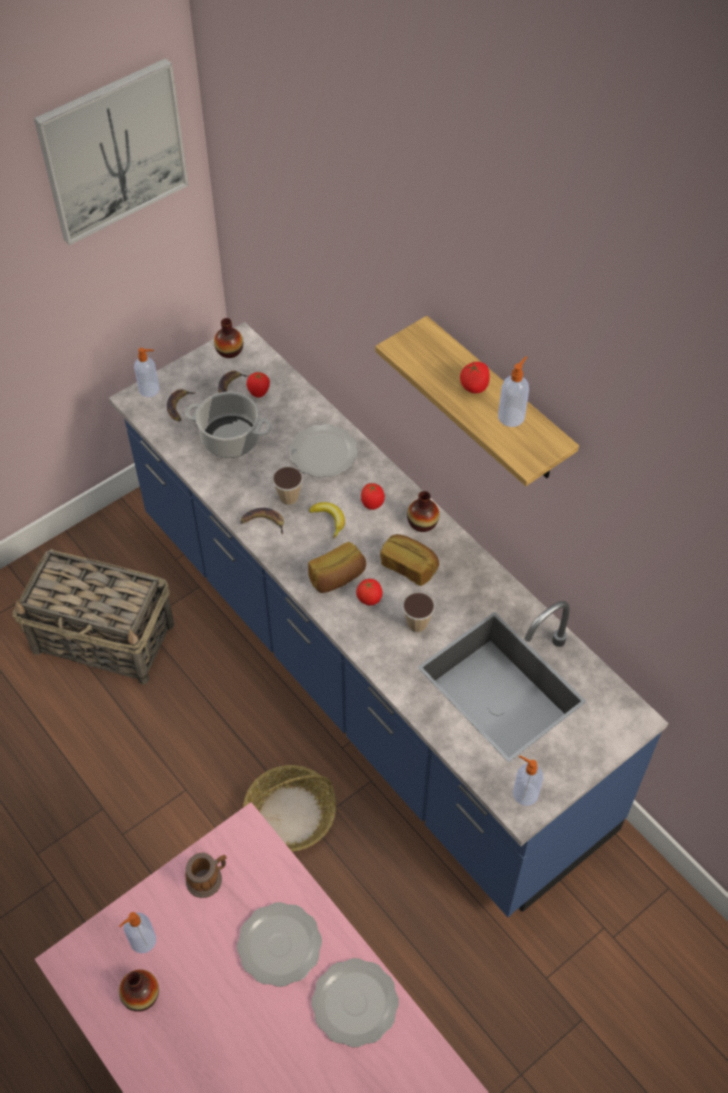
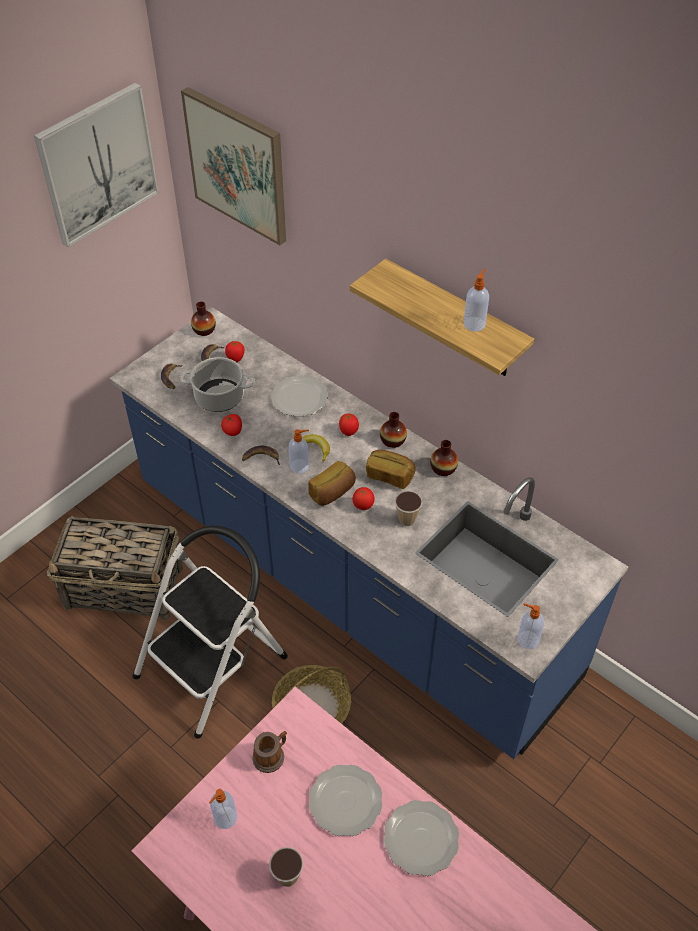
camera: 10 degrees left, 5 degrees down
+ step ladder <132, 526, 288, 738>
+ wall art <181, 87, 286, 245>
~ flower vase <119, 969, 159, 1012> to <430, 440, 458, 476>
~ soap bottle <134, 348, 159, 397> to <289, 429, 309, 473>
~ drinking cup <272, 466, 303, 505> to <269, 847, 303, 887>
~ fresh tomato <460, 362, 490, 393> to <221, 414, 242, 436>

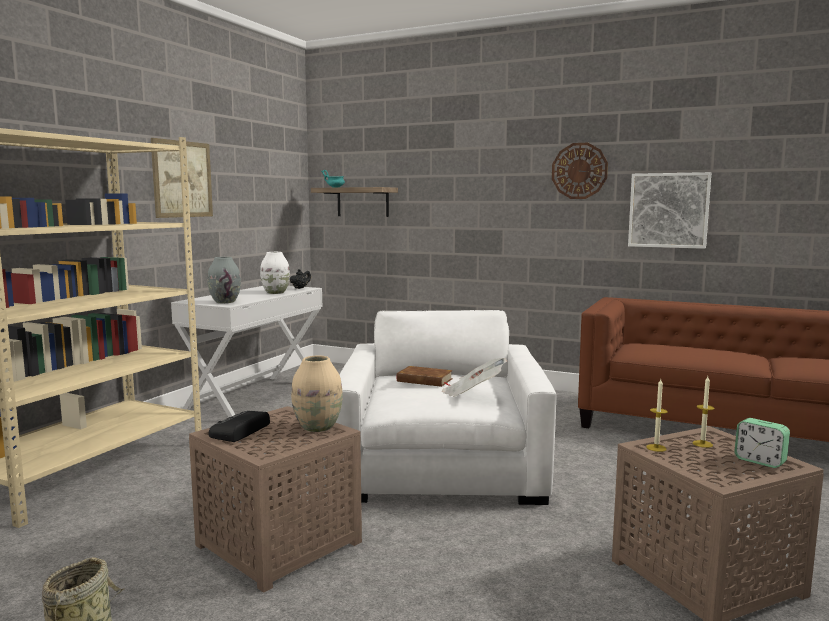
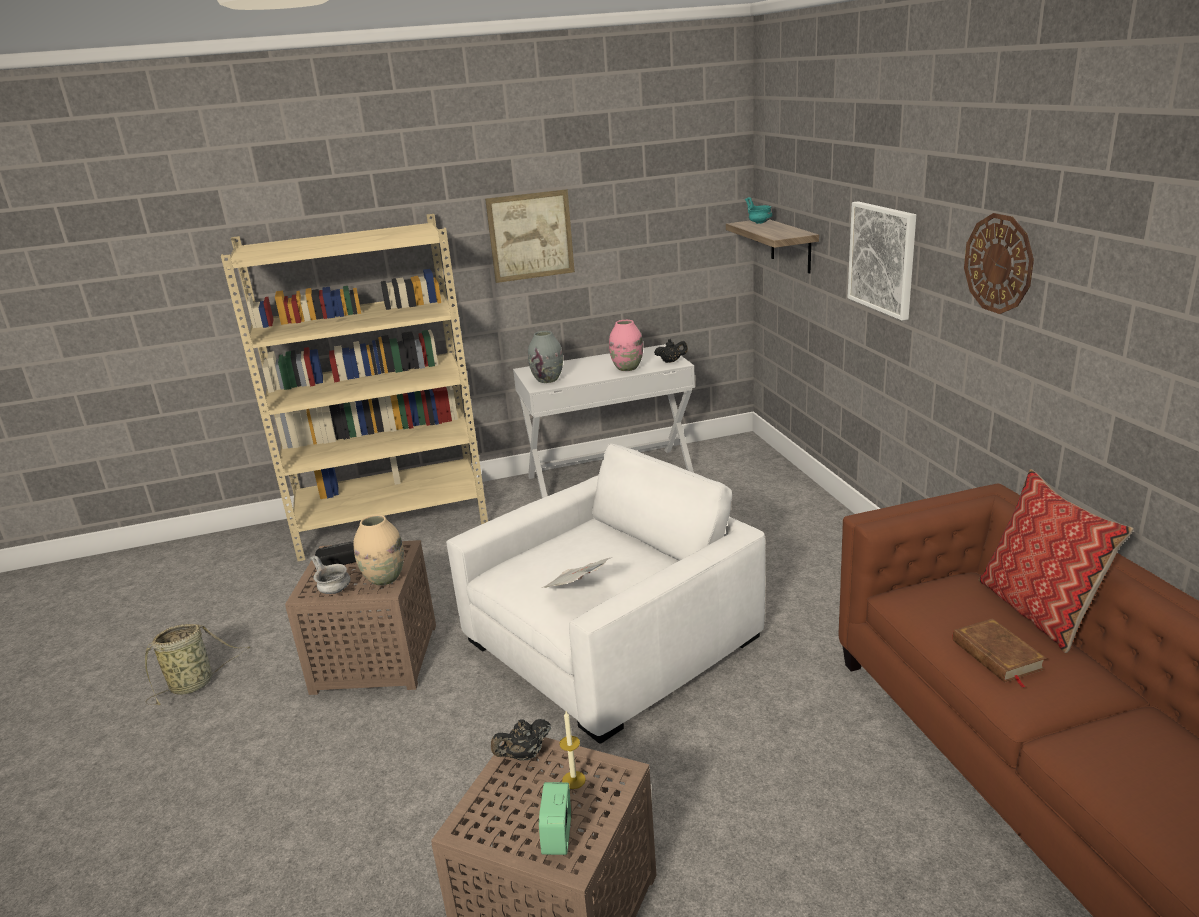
camera: 50 degrees right, 15 degrees up
+ bowl/grey <310, 556, 351, 594>
+ cushion <978, 469, 1134, 653>
~ volume/brown-coloured <397, 366, 453, 387> to <952, 618, 1047, 688>
~ wall art <628, 172, 711, 249> to <848, 201, 916, 320>
~ wax candle <646, 379, 667, 452> to teapot/black-coloured <491, 719, 551, 761>
~ flower vase/white-coloured <260, 252, 290, 294> to flower vase/pink-coloured <609, 320, 643, 371>

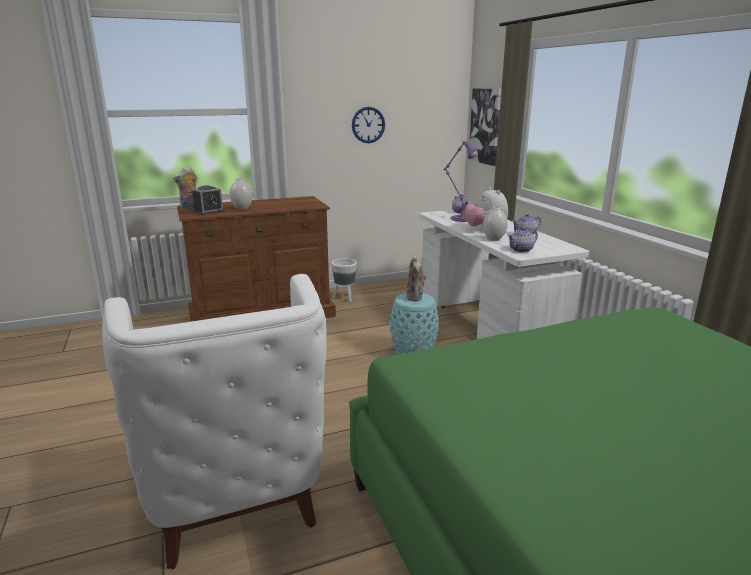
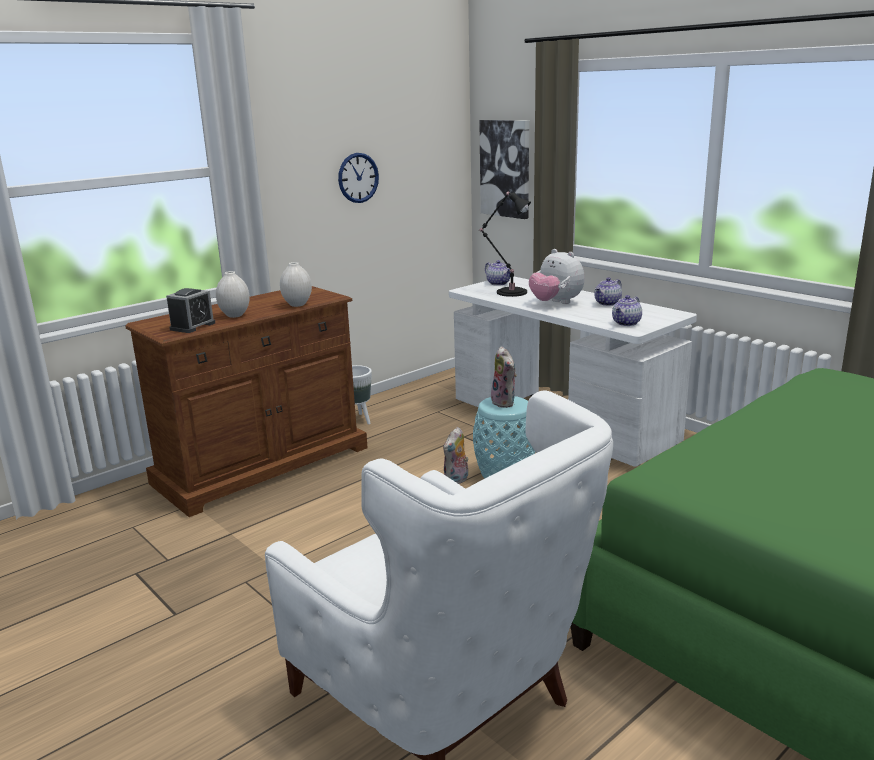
camera: 20 degrees left, 0 degrees up
~ cuddly toy <173, 167, 197, 210> to <443, 427, 469, 485>
~ flower vase/white-coloured <483, 207, 508, 241> to <280, 262, 312, 307>
~ lamp for a table/purple-coloured <444, 140, 480, 222> to lamp for a table/black-coloured <479, 192, 531, 297>

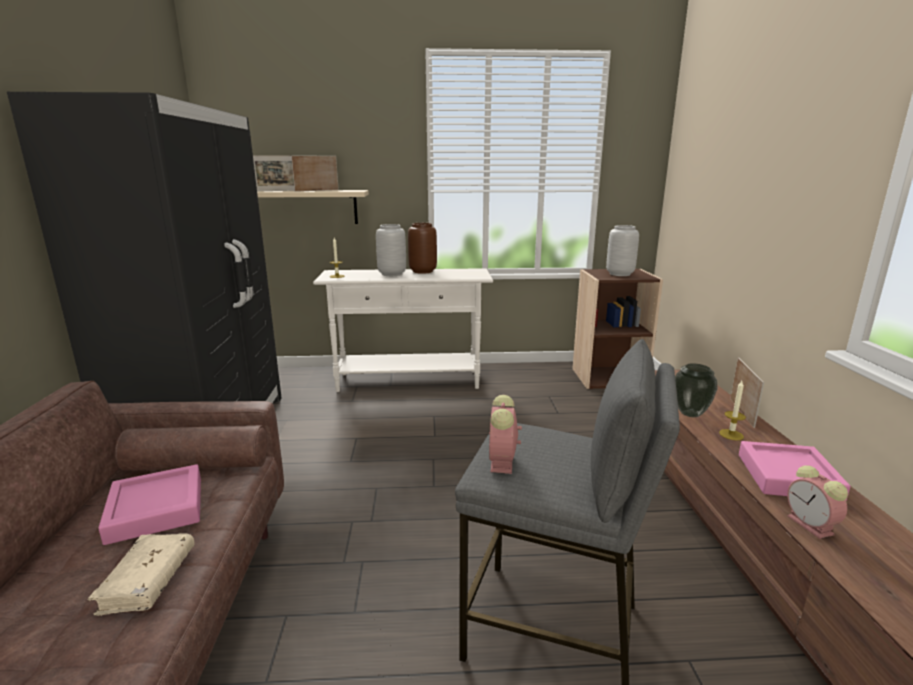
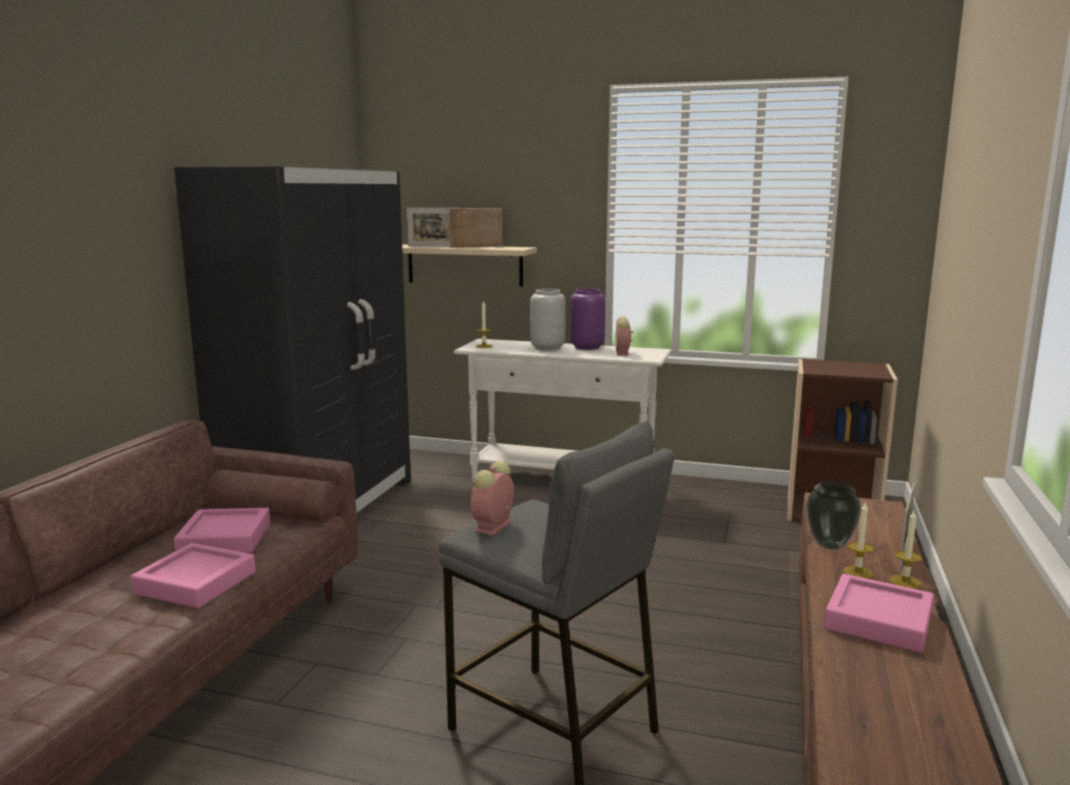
camera: 20 degrees right, 5 degrees down
- flower vase/grey <606, 225, 639, 276>
+ wax candle <890, 511, 922, 589>
~ table clock <787, 465, 848, 539> to <615, 316, 633, 356>
~ volume/beige <88, 533, 194, 616> to tray/pink-coloured <131, 543, 256, 608>
~ flower vase/brown-coloured <408, 223, 437, 274> to flower vase/purple-coloured <570, 288, 606, 350>

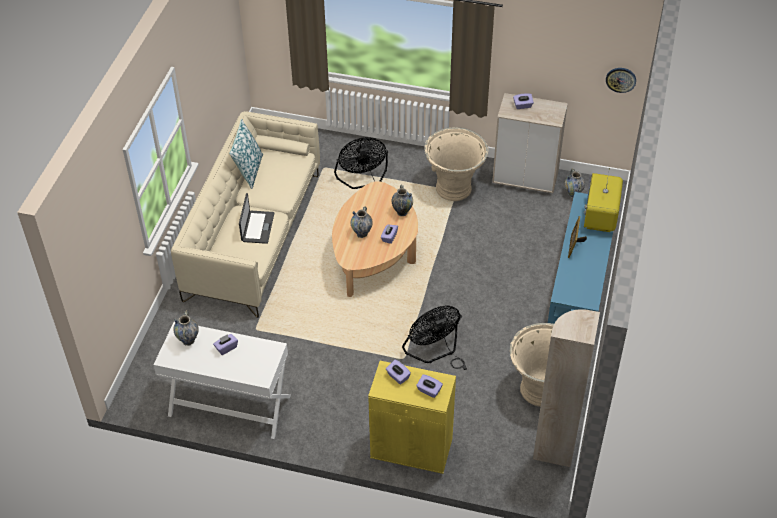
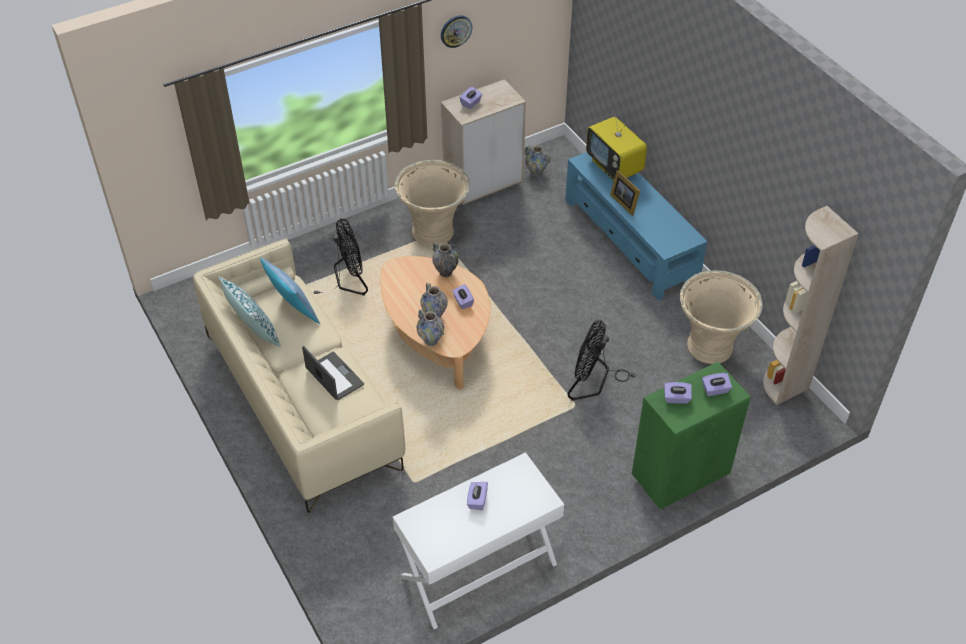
camera: 45 degrees left, 0 degrees up
+ cushion <260, 258, 320, 324>
~ flower vase <173, 310, 199, 346> to <417, 309, 444, 346>
~ hanging clock <606, 68, 636, 93> to <441, 15, 472, 48>
~ cabinet/yellowish <368, 361, 456, 474> to cabinet/greenish <632, 362, 751, 510>
~ fan/black-coloured <334, 137, 388, 189> = <314, 218, 368, 296> 135 degrees clockwise

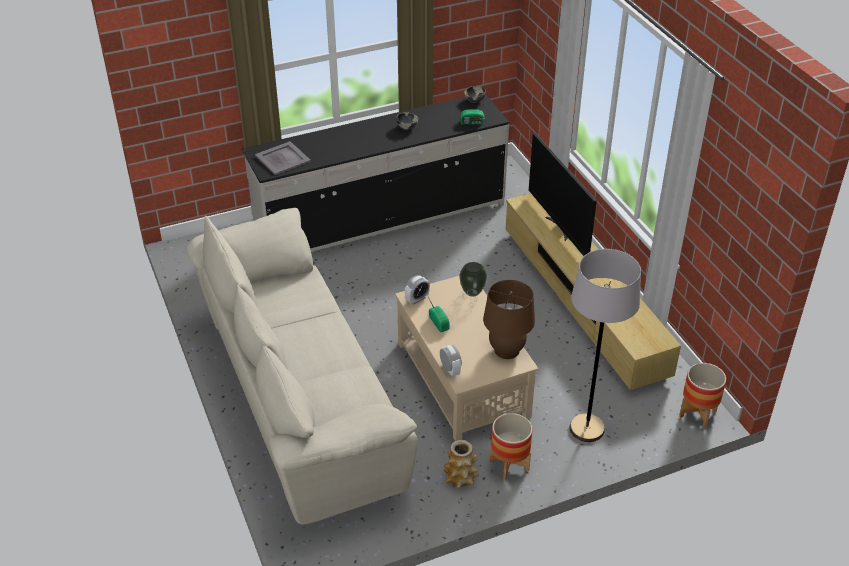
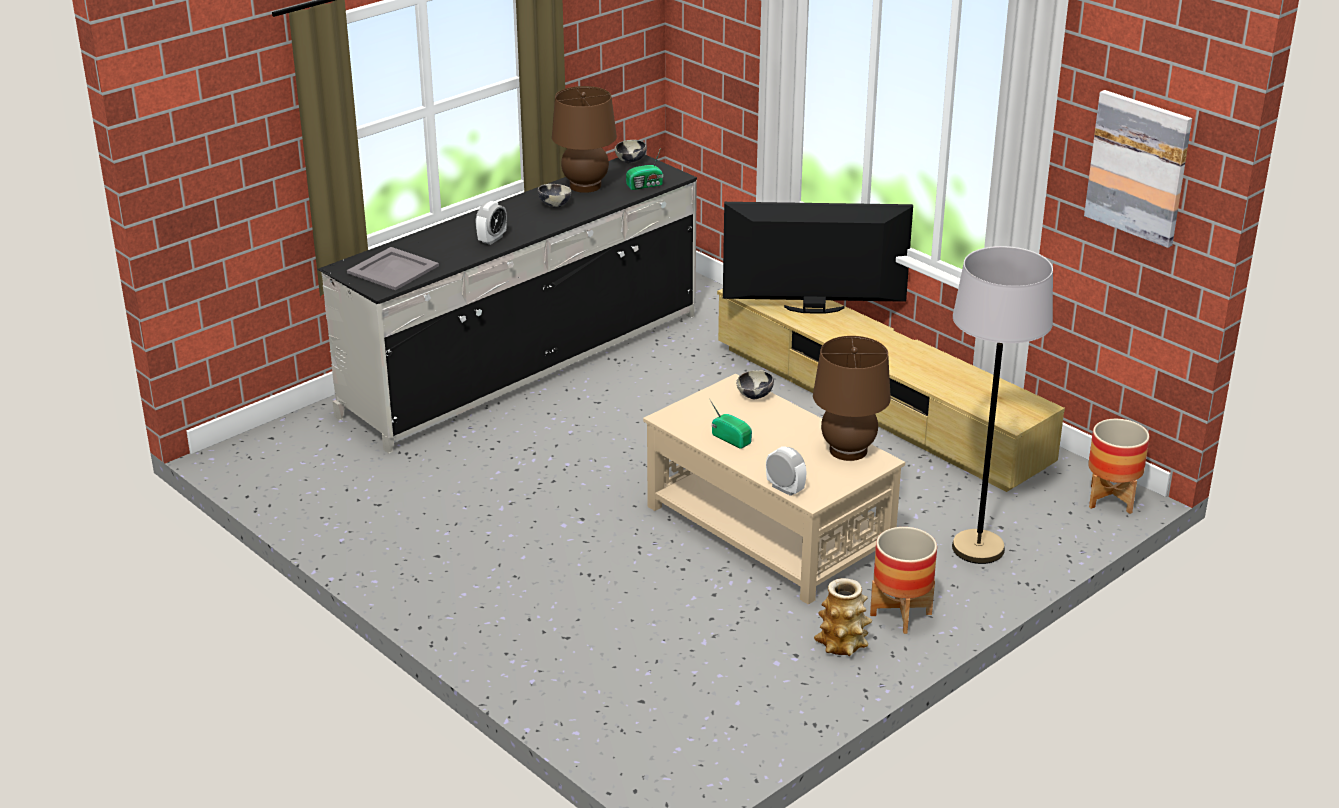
camera: 20 degrees left, 10 degrees down
- settee/beige <187, 208, 418, 525>
+ lamp for a table/brown-coloured <552, 86, 617, 193>
+ wall art <1084, 90, 1192, 248>
~ table clock <405, 275, 430, 304> to <476, 201, 507, 245>
~ flower vase <459, 262, 487, 297> to bowl <736, 370, 774, 399>
~ TV set <529, 133, 597, 256> = <723, 202, 913, 314> 135 degrees clockwise

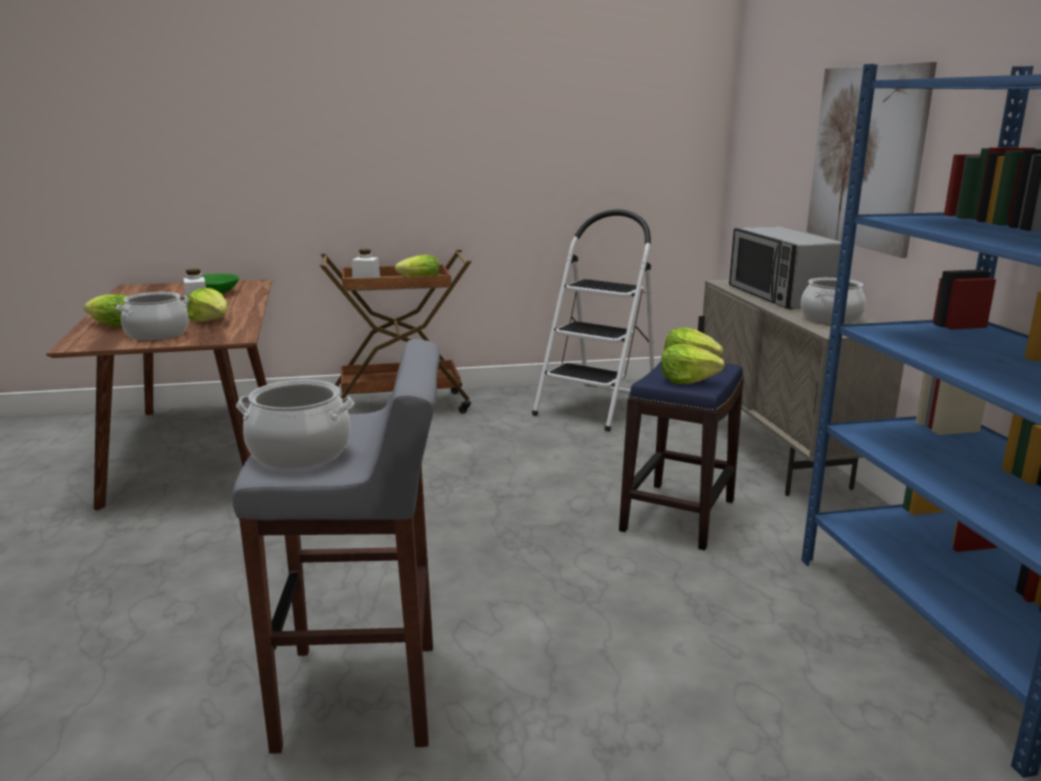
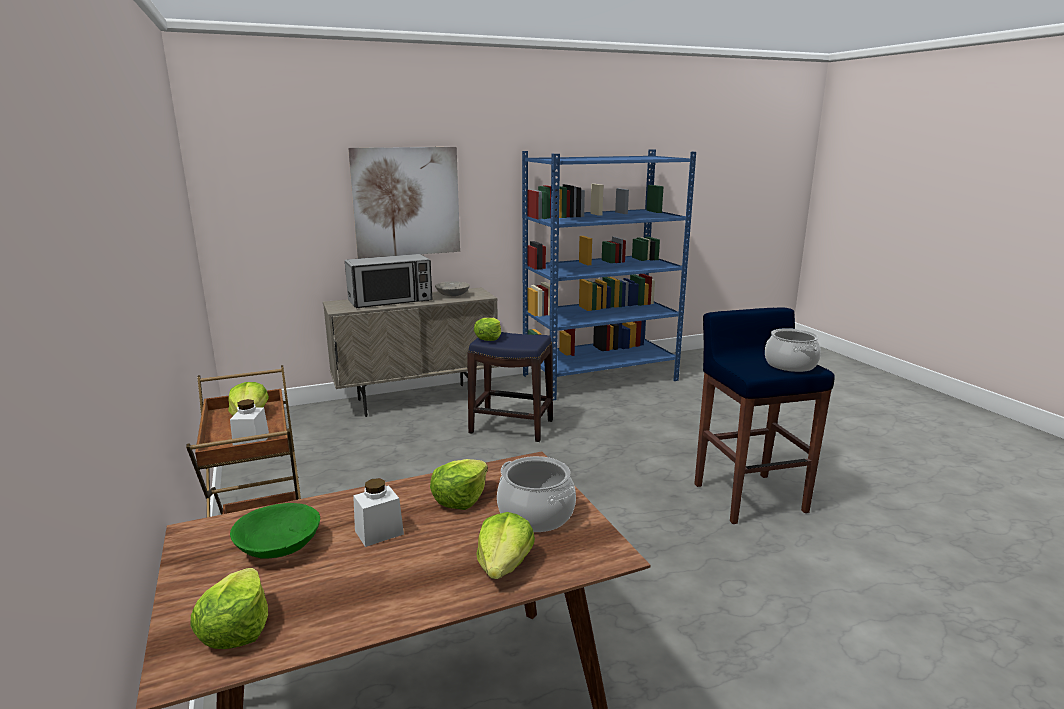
camera: 100 degrees left, 0 degrees up
- step ladder <532, 209, 654, 431>
~ lettuce head <661, 344, 725, 384> to <191, 568, 268, 649>
~ saucepot <801, 278, 866, 325> to bowl/grey <435, 281, 470, 296>
~ sitting stool/grey <232, 339, 440, 754> to sitting stool/blue-coloured <694, 307, 835, 524>

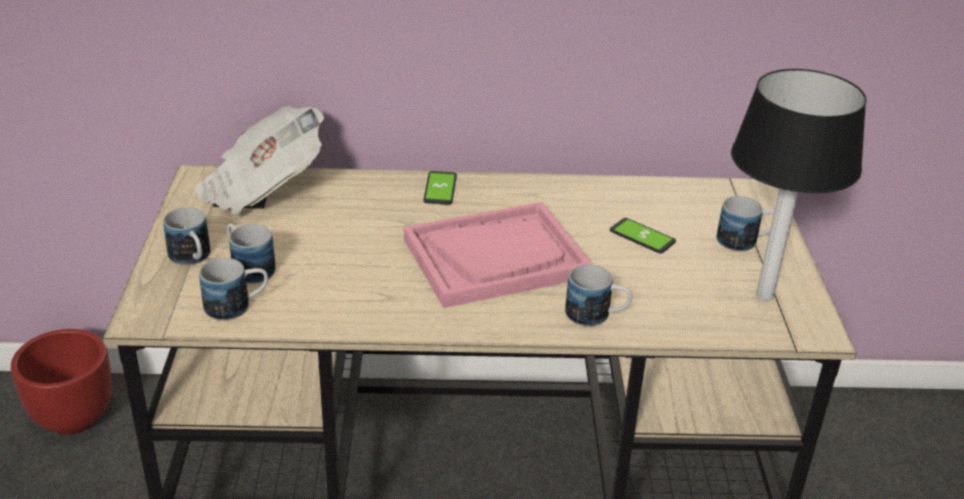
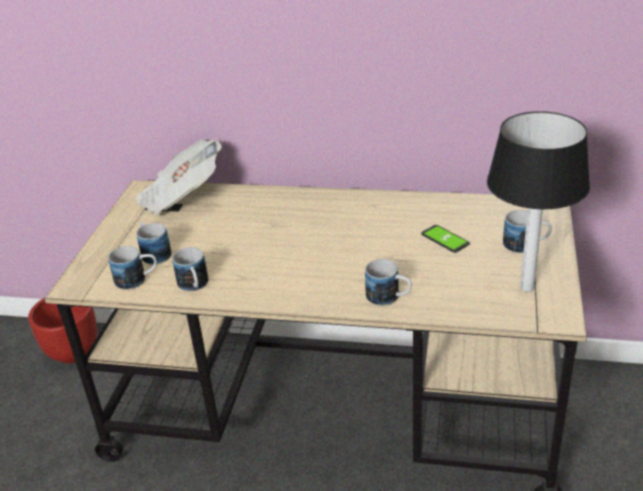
camera: 15 degrees right, 0 degrees up
- tray/pink-coloured <404, 202, 592, 308>
- handset <423, 171, 457, 205>
~ tea mug <163, 207, 210, 265> to <172, 247, 208, 291>

